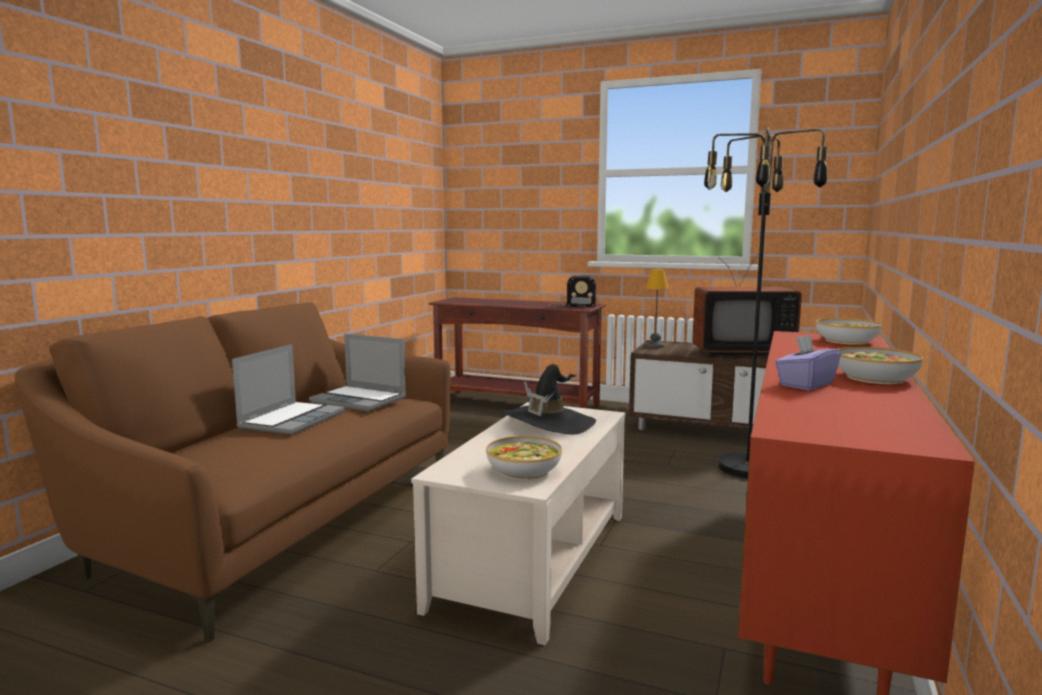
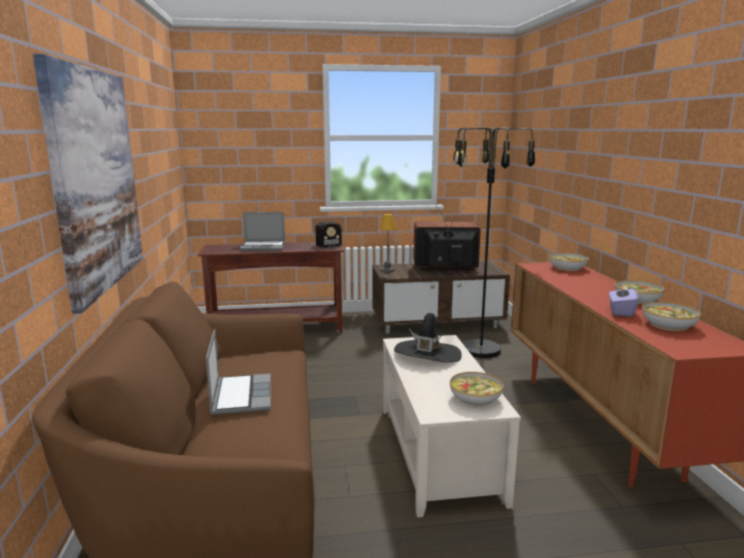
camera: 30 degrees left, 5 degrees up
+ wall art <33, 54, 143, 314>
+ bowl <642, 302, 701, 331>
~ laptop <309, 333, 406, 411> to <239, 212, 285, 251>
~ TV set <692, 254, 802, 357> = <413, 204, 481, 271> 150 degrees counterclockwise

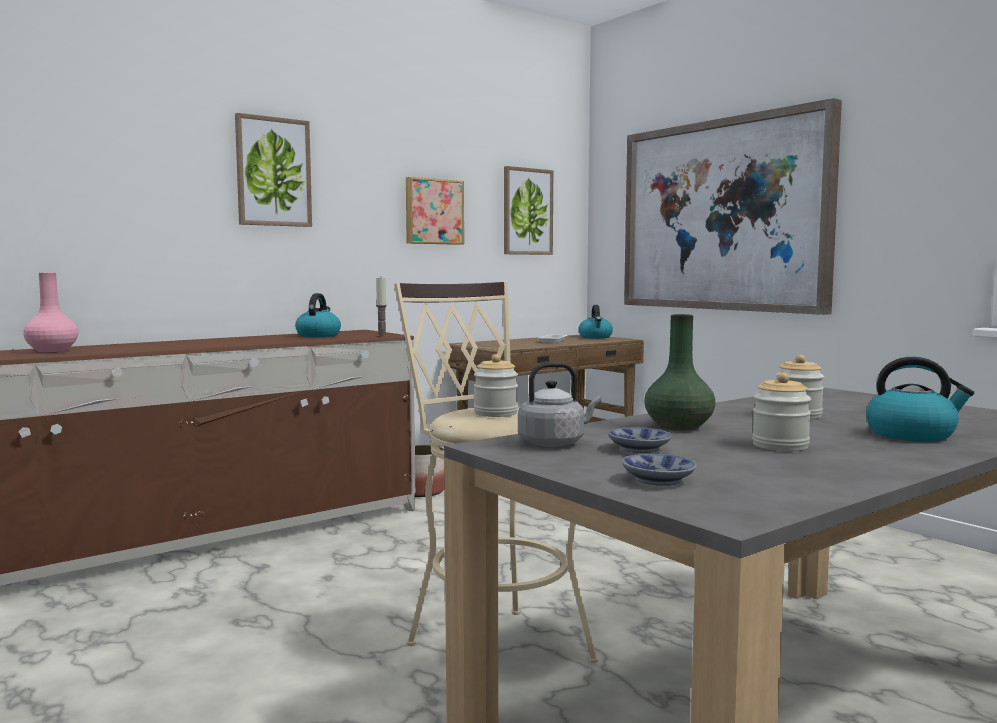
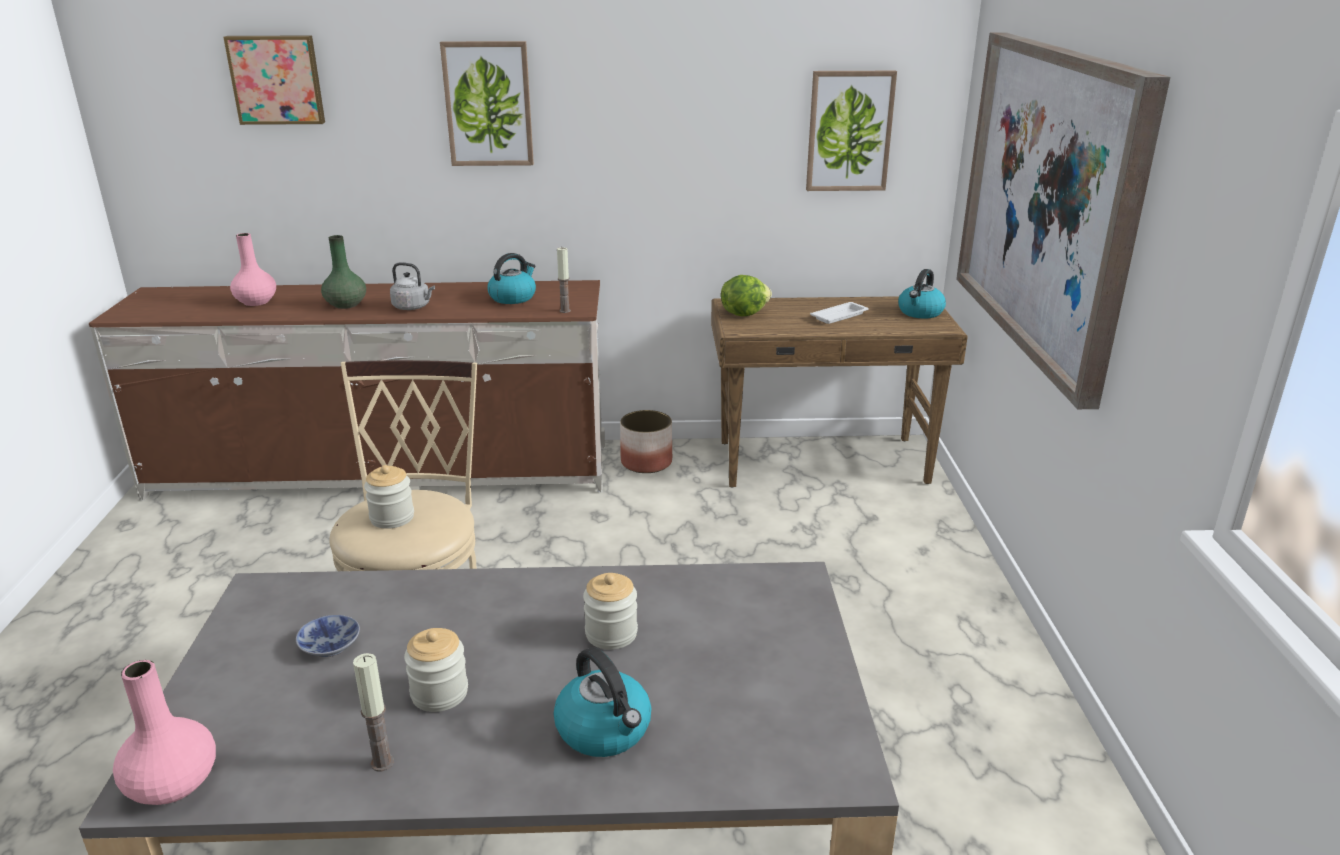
camera: 35 degrees right, 20 degrees up
- bowl <622, 454, 697, 486>
+ flower vase/pink-coloured <113, 660, 216, 805>
+ wax candle <353, 653, 394, 772>
+ lettuce head <721, 275, 772, 316>
~ wall art <406, 177, 464, 245> to <223, 36, 325, 125>
~ water kettle/grey <518, 362, 601, 447> to <390, 262, 435, 310>
~ flower vase/greenish <644, 314, 716, 431> to <321, 235, 366, 309>

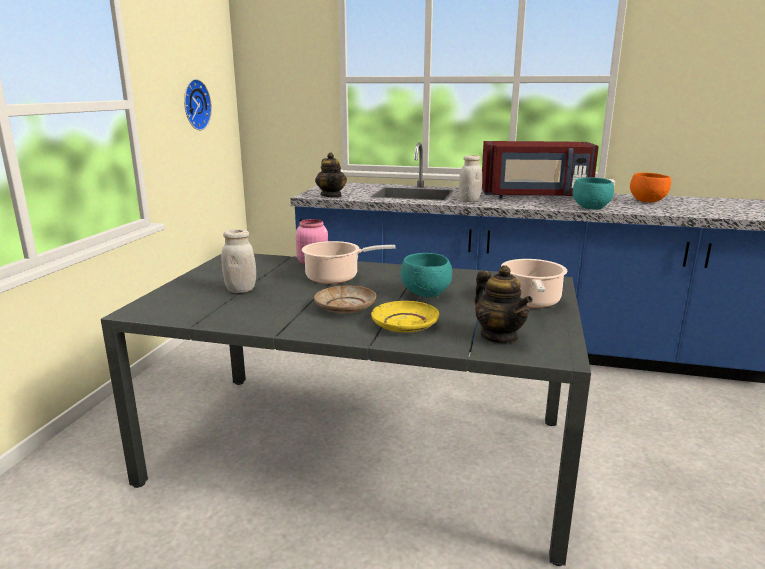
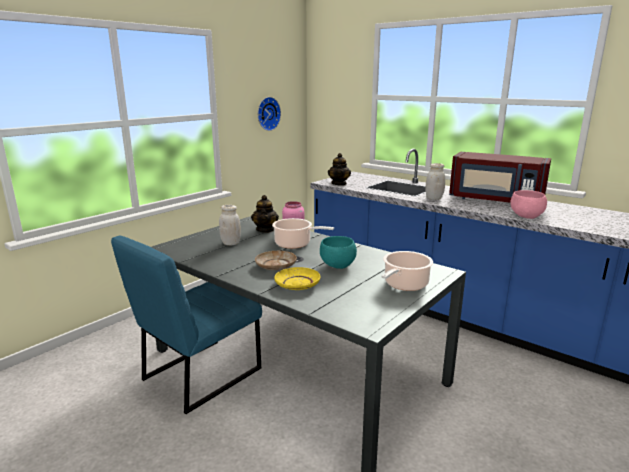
camera: 25 degrees right, 0 degrees up
- bowl/orangey <630, 173, 671, 202>
+ plain chair/blue-coloured <111, 235, 262, 414>
~ teapot <475, 265, 533, 344> to <251, 195, 279, 233>
~ bowl/turquoise-coloured <573, 177, 614, 210> to bowl/pink-coloured <510, 190, 547, 219>

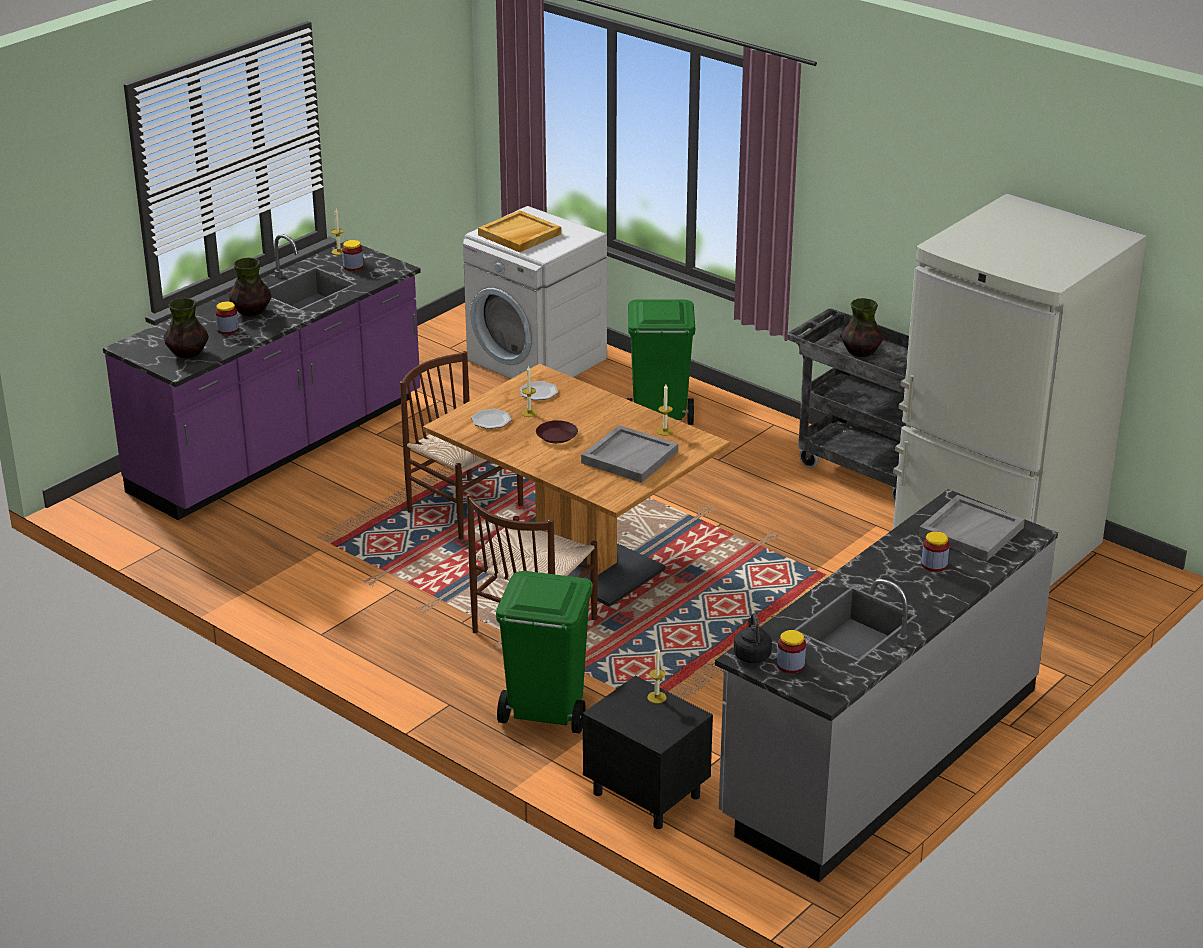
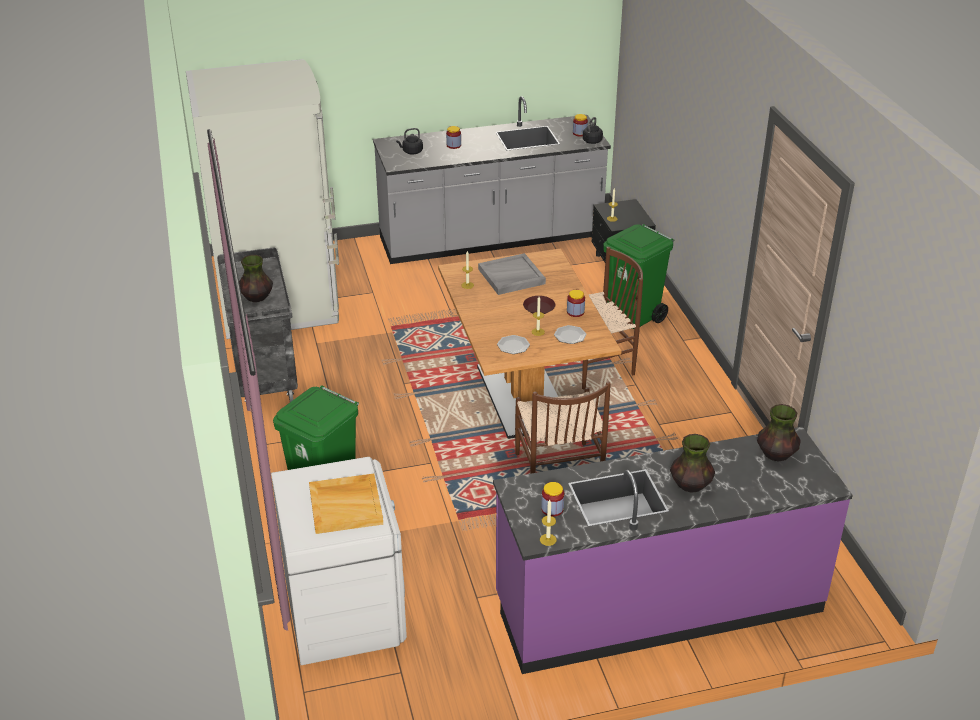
camera: 145 degrees left, 5 degrees up
~ storage jar <215, 302, 239, 335> to <567, 290, 585, 317>
~ tray/grey <919, 495, 1025, 561> to water kettle/black-coloured <396, 128, 423, 155>

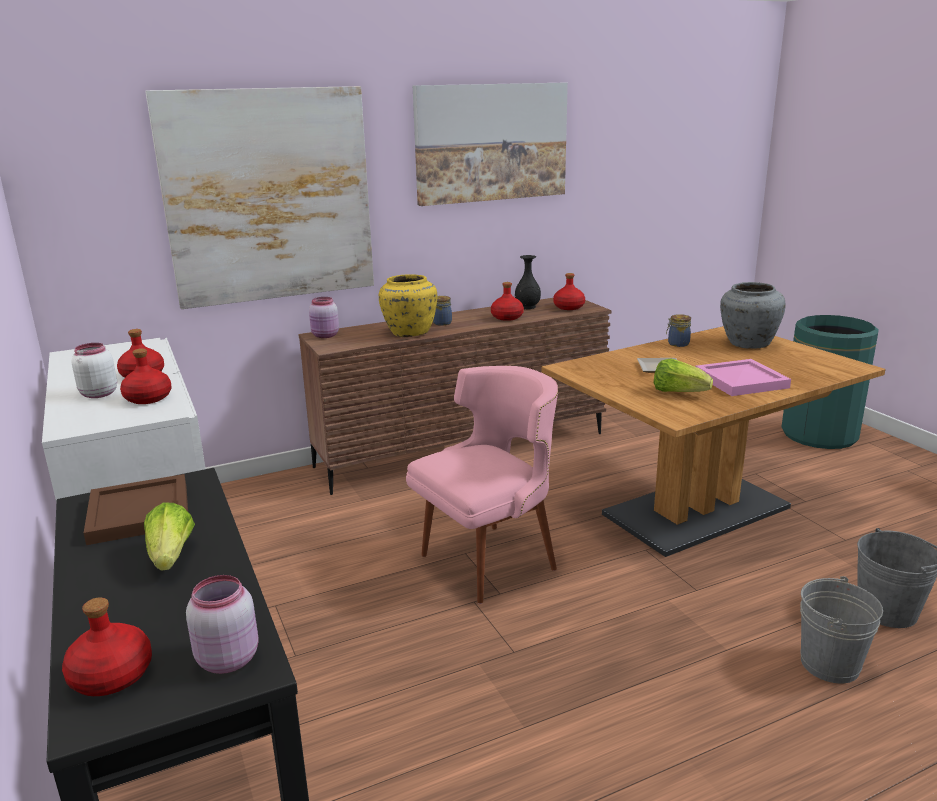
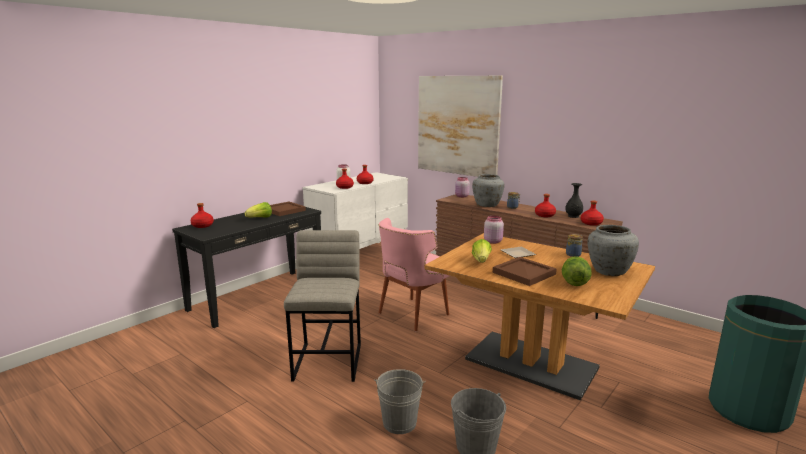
camera: 65 degrees right, 5 degrees down
- wall art <413, 82, 568, 206>
+ plain chair/grey <284, 230, 361, 382>
+ lettuce head <562, 256, 592, 286>
~ storage jar/pink-coloured <186, 575, 259, 674> to <484, 216, 504, 244>
~ flower vase/yellowish <379, 274, 438, 337> to flower vase/grey <472, 174, 504, 207>
~ tray/pink-coloured <696, 359, 791, 396> to tray/brown-coloured <493, 257, 557, 286>
~ plain chair/pink-coloured <406, 366, 558, 604> = <379, 218, 450, 331> 105 degrees clockwise

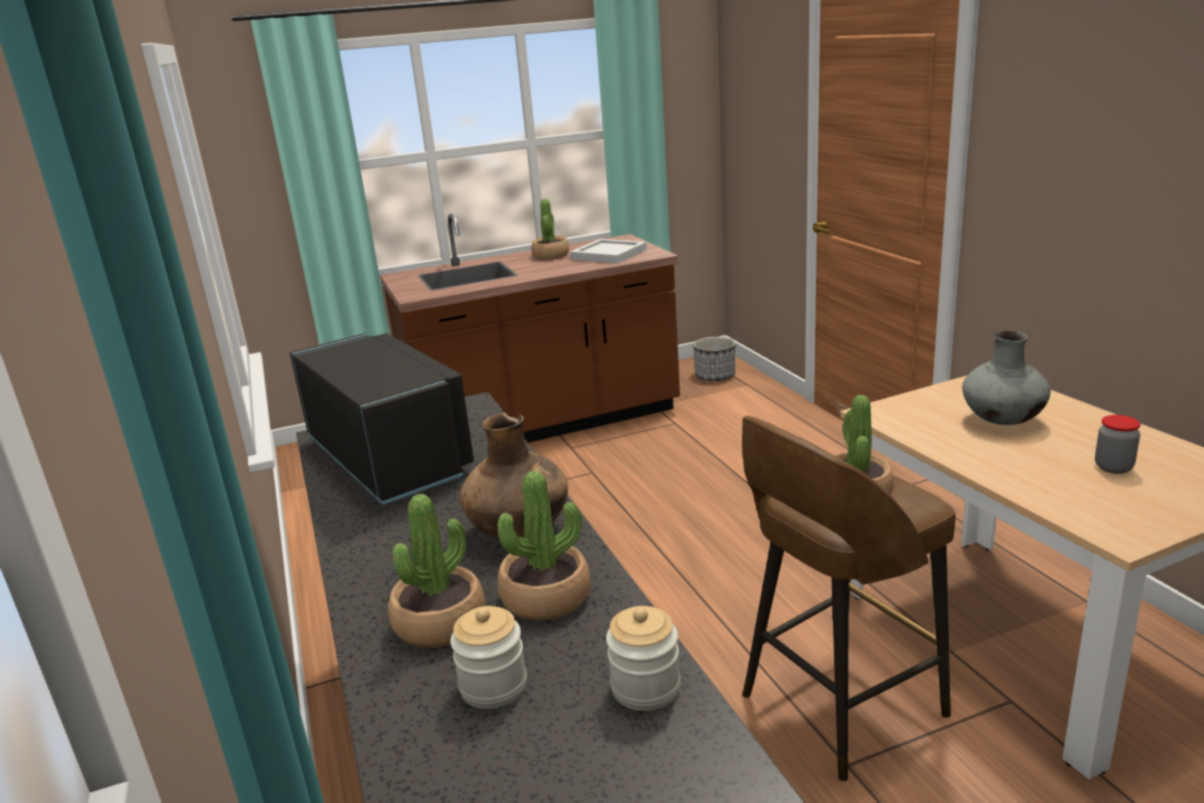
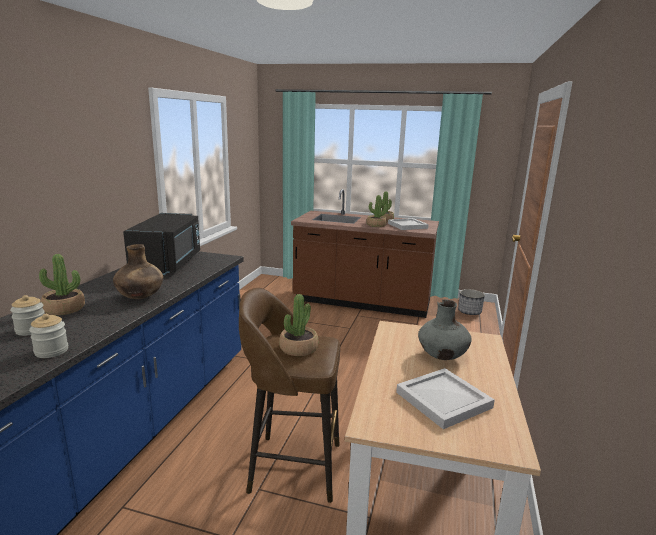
camera: 35 degrees right, 5 degrees down
~ plant in a pot <498, 471, 591, 620> to <366, 195, 387, 227>
~ storage jar <1095, 415, 1141, 474> to tray/white-coloured <396, 368, 495, 429>

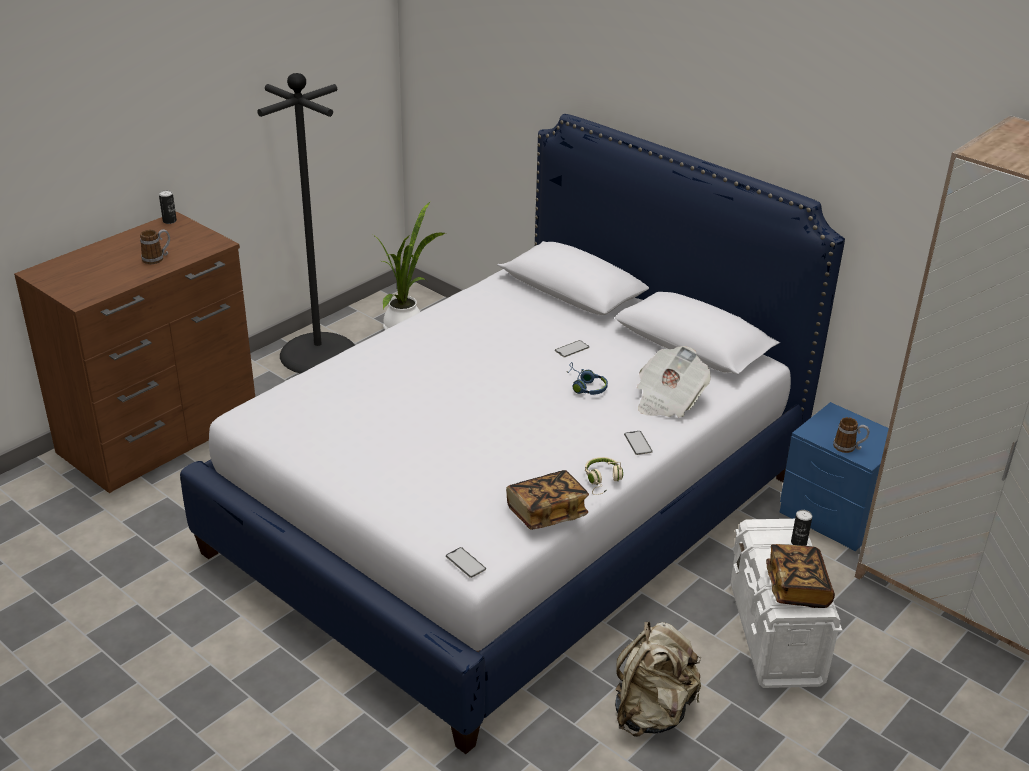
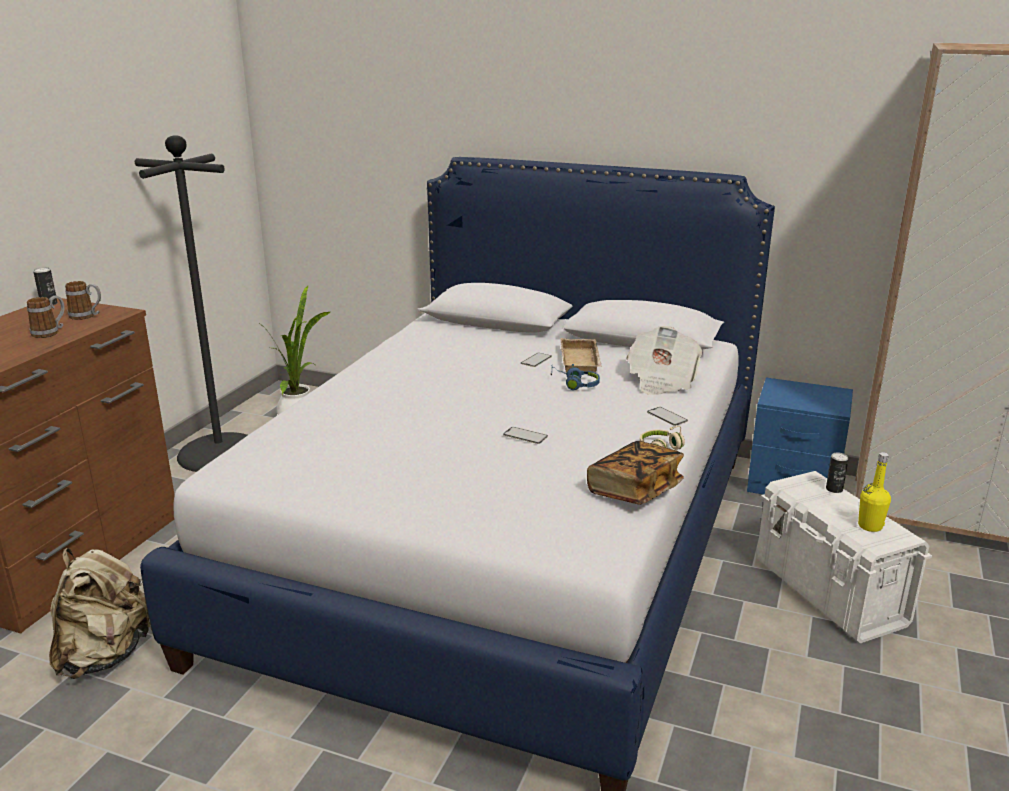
camera: 20 degrees left, 10 degrees down
+ tray/beige <560, 338, 602, 373>
~ handset <446, 547, 486, 578> to <503, 427, 548, 444>
~ rucksack/beige <615, 622, 701, 737> to <49, 548, 153, 679>
~ tea mug <833, 417, 869, 453> to <65, 281, 101, 320>
~ volume <766, 544, 835, 608> to beverage bottle/yellowish <858, 452, 891, 532>

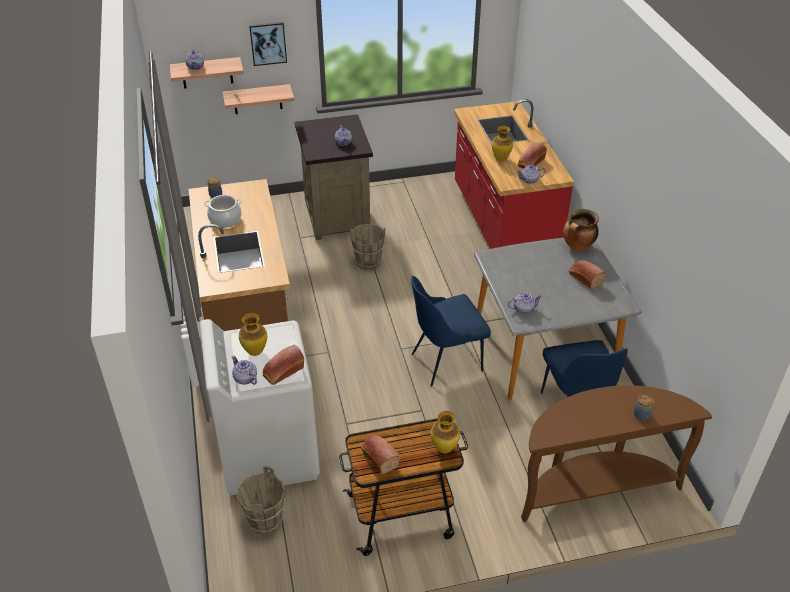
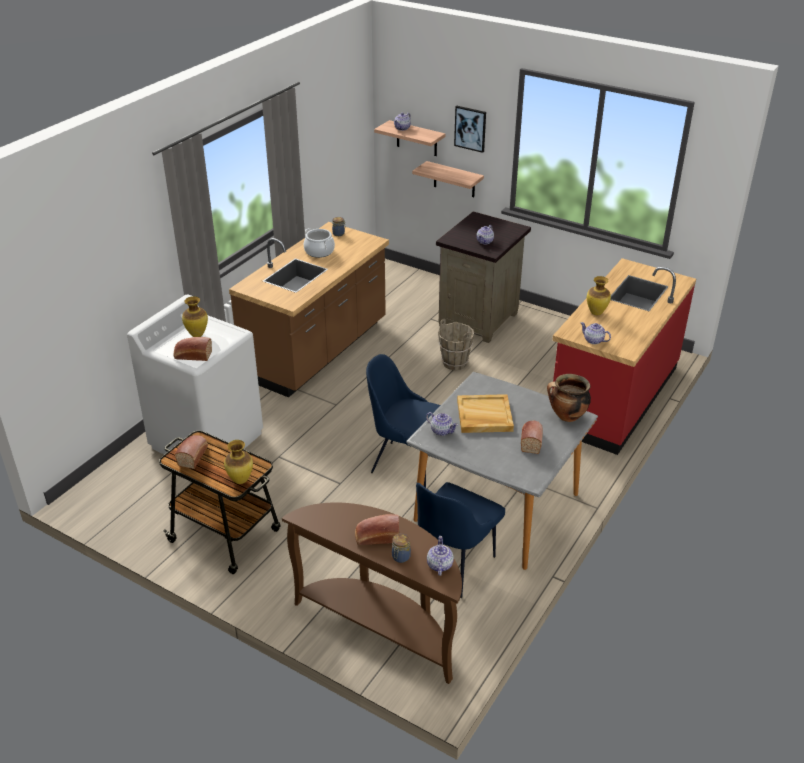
camera: 45 degrees right, 5 degrees down
- bucket/brown-coloured <237, 466, 285, 534>
+ tray/beige <457, 394, 514, 433>
~ teapot <232, 356, 257, 385> to <427, 536, 454, 576>
~ bakery bread <518, 142, 547, 169> to <355, 514, 399, 545>

